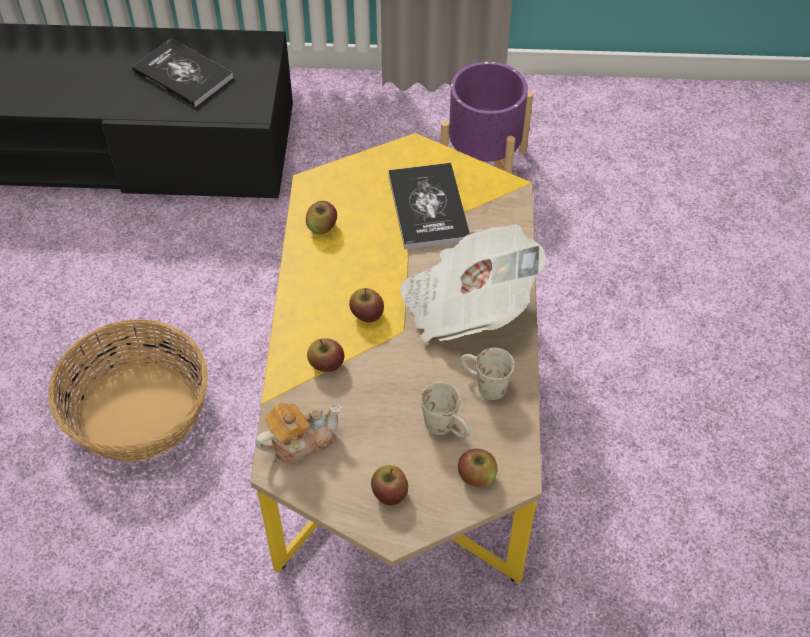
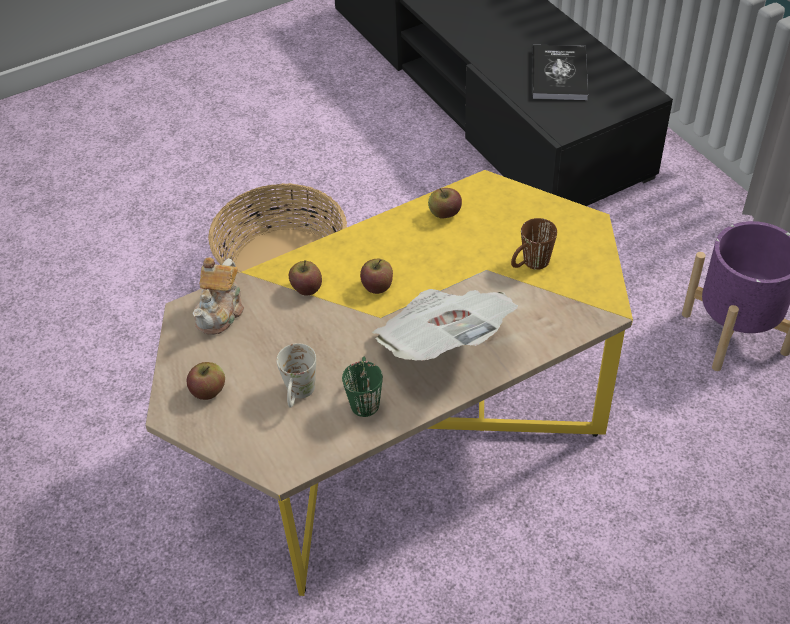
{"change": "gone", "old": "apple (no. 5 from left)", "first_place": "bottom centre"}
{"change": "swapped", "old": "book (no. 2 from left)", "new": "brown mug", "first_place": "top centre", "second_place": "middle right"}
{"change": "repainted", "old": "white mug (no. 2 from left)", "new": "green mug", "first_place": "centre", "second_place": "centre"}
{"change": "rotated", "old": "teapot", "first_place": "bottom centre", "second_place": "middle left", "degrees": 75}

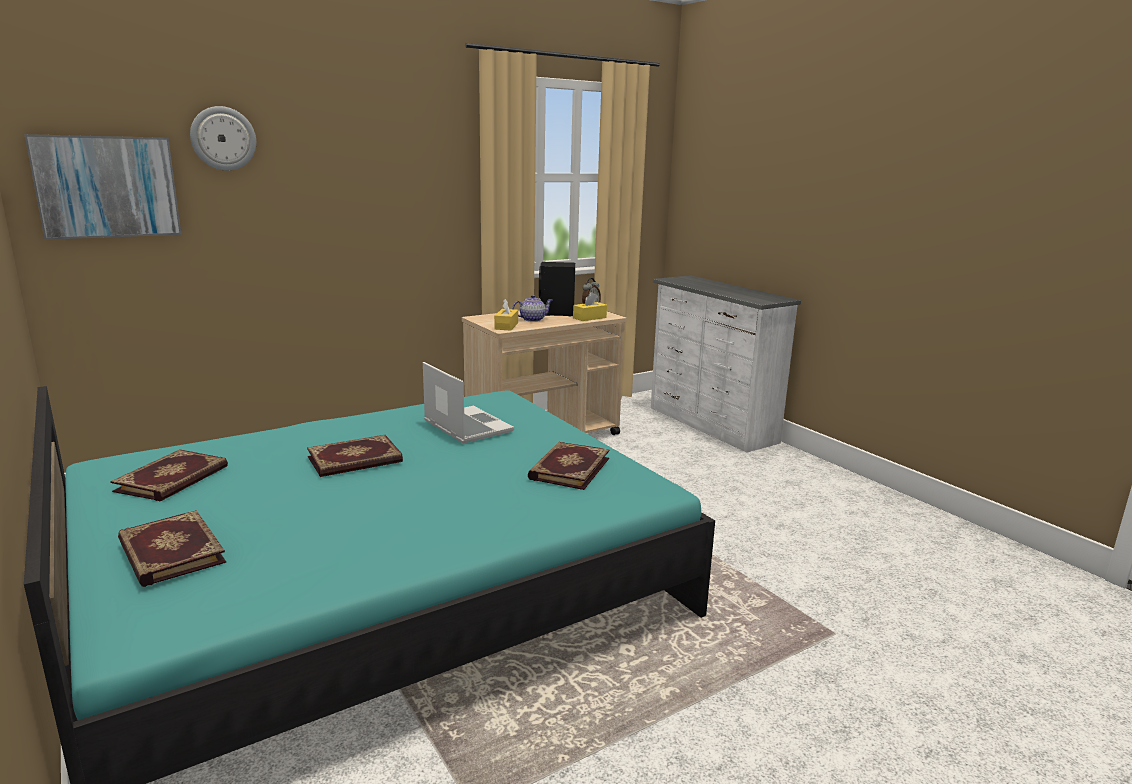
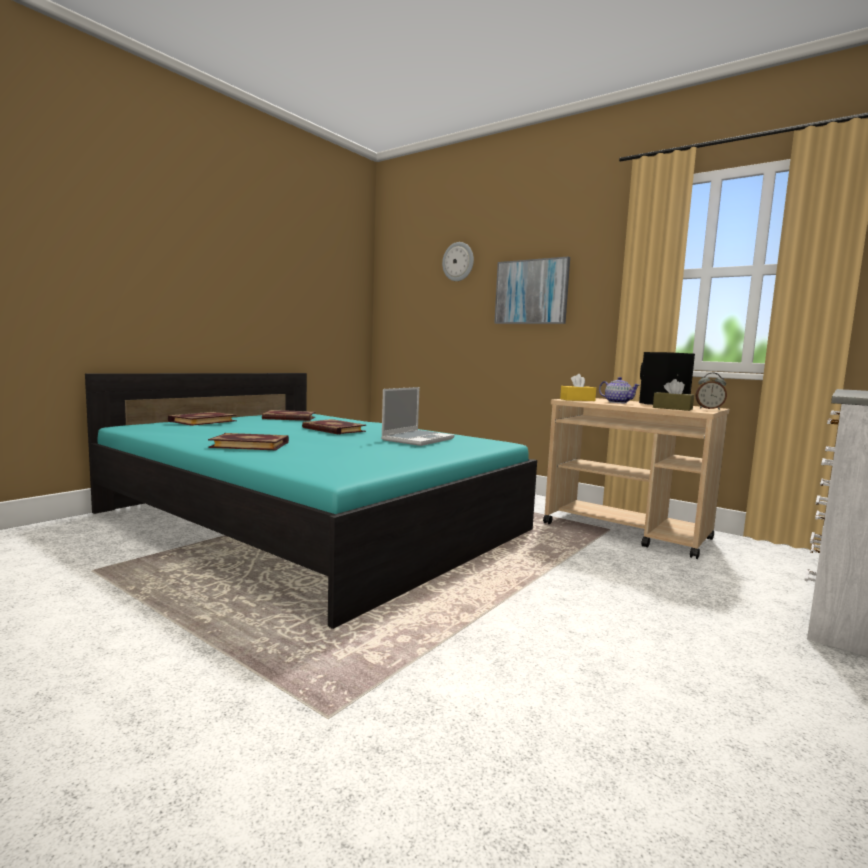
{"change": "shifted", "old": "picture", "first_place": "top left", "second_place": "centre"}
{"change": "shifted", "old": "book (no. 4 from left in the first image)", "new": "book (no. 2 from left)", "first_place": "centre", "second_place": "middle left"}
{"change": "repainted", "old": "yellow tissue box (no. 2 from left)", "new": "brown tissue box", "first_place": "centre", "second_place": "middle right"}

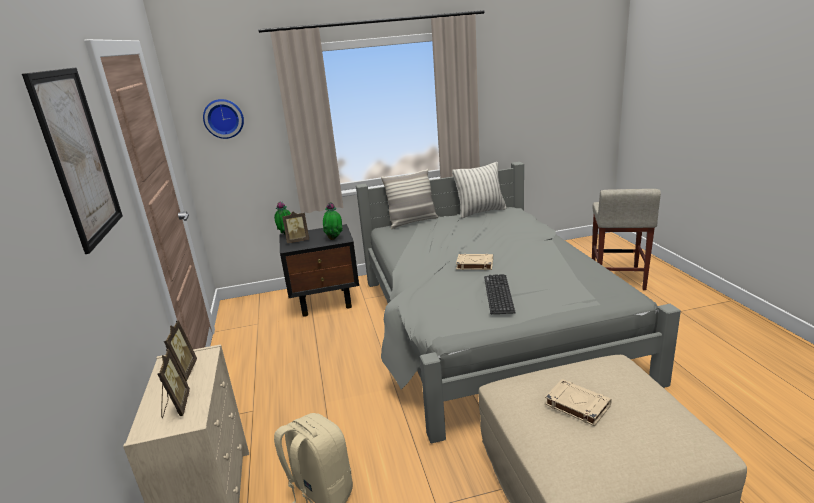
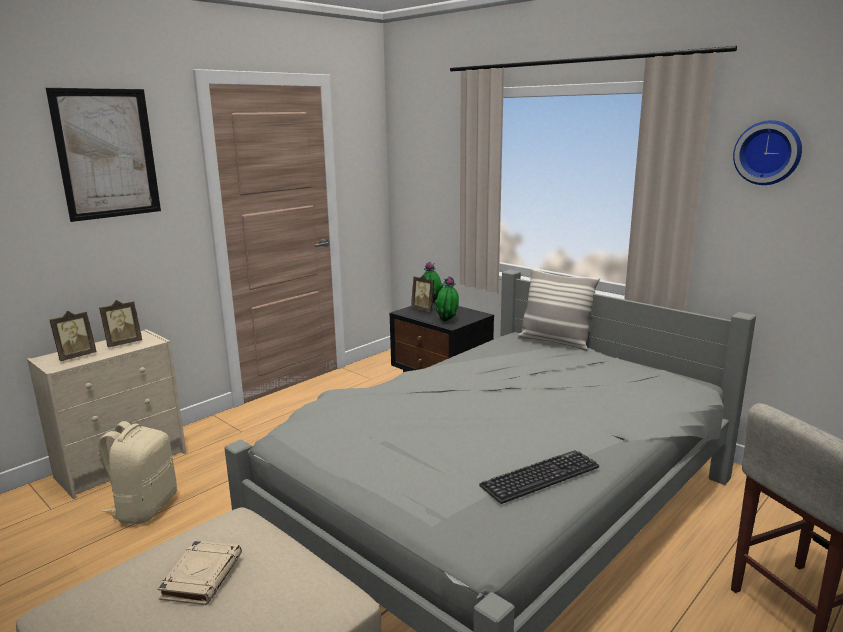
{"change": "gone", "old": "pillow (no. 2 from left)", "first_place": "centre"}
{"change": "gone", "old": "beige book (no. 1 from left)", "first_place": "centre"}
{"change": "shifted", "old": "wall clock", "first_place": "top left", "second_place": "top right"}
{"change": "shifted", "old": "keyboard", "first_place": "centre", "second_place": "bottom centre"}

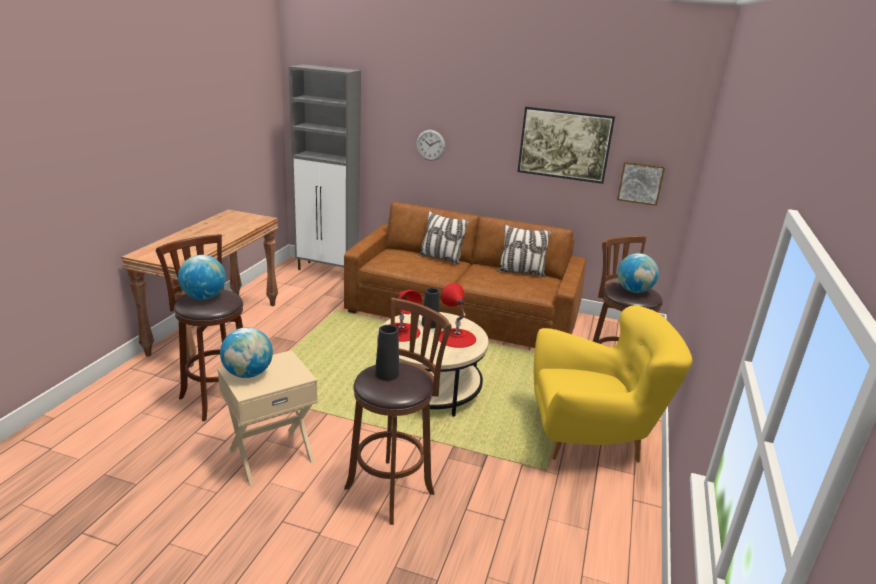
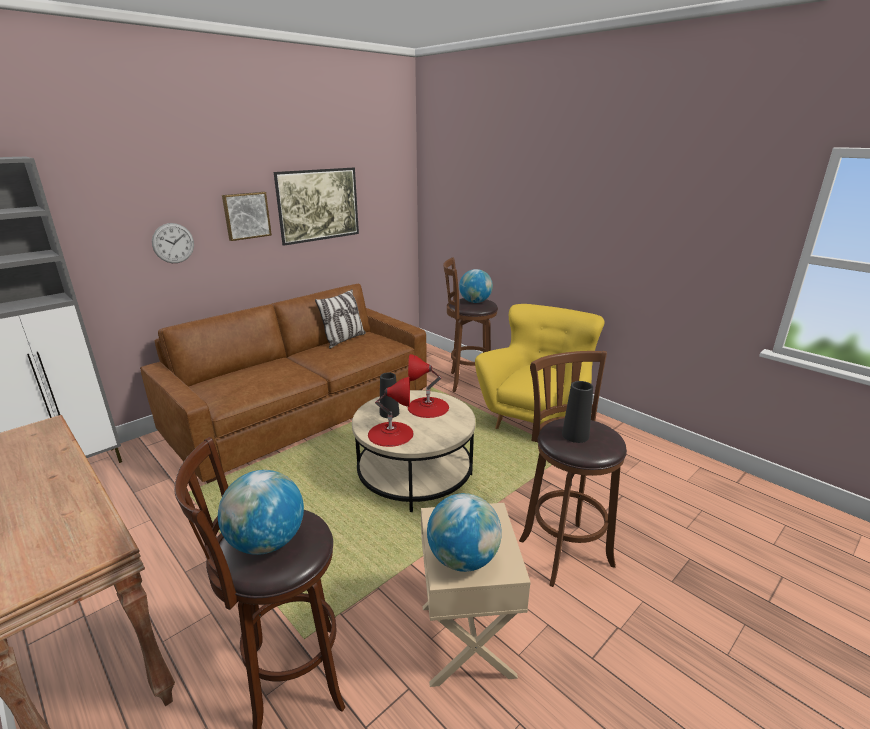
{"change": "gone", "old": "pillow (no. 1 from left)", "first_place": "centre"}
{"change": "shifted", "old": "picture (no. 2 from left in the first image)", "new": "picture (no. 1 from left)", "first_place": "top right", "second_place": "top left"}

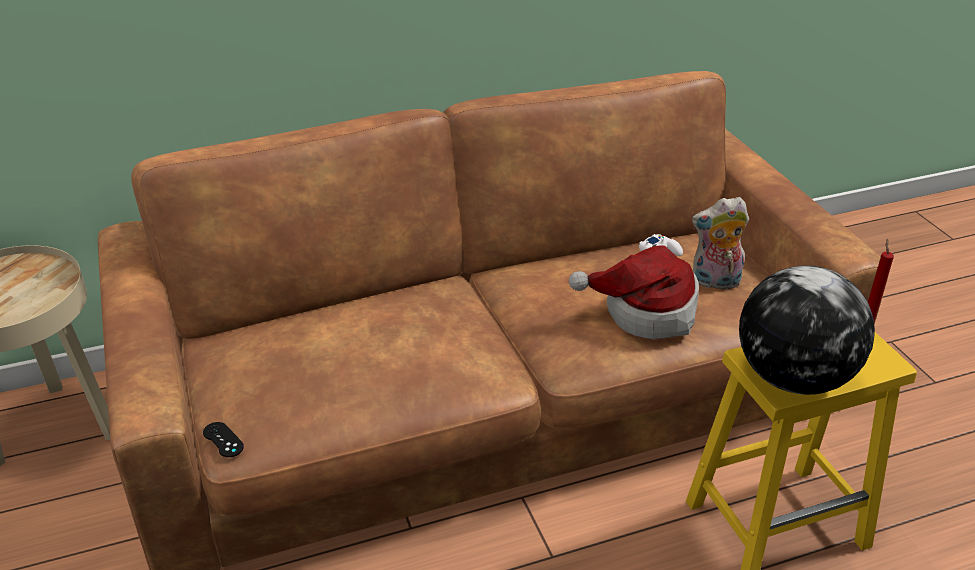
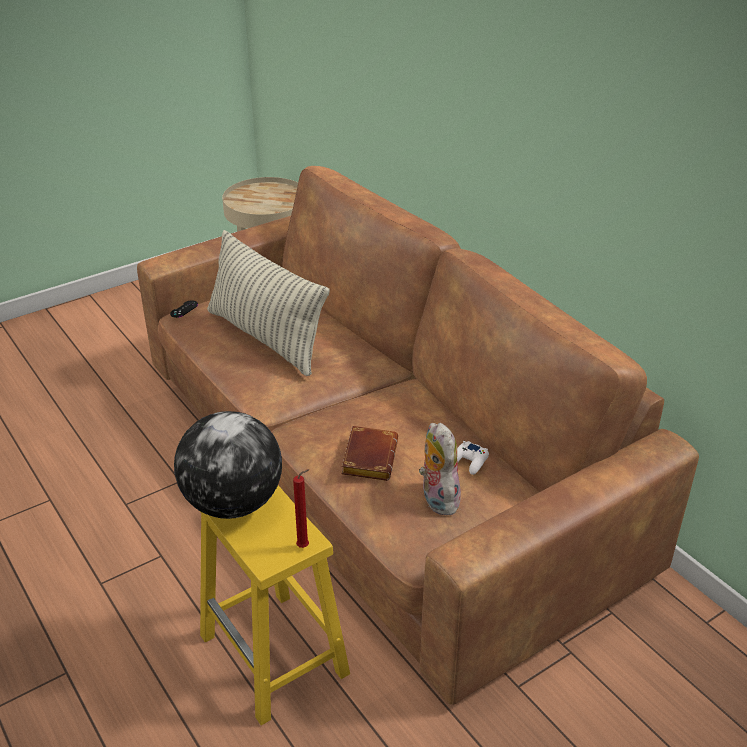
{"change": "new", "new": "pillow", "second_place": "centre"}
{"change": "swapped", "old": "hat", "new": "brown book", "first_place": "centre", "second_place": "centre"}

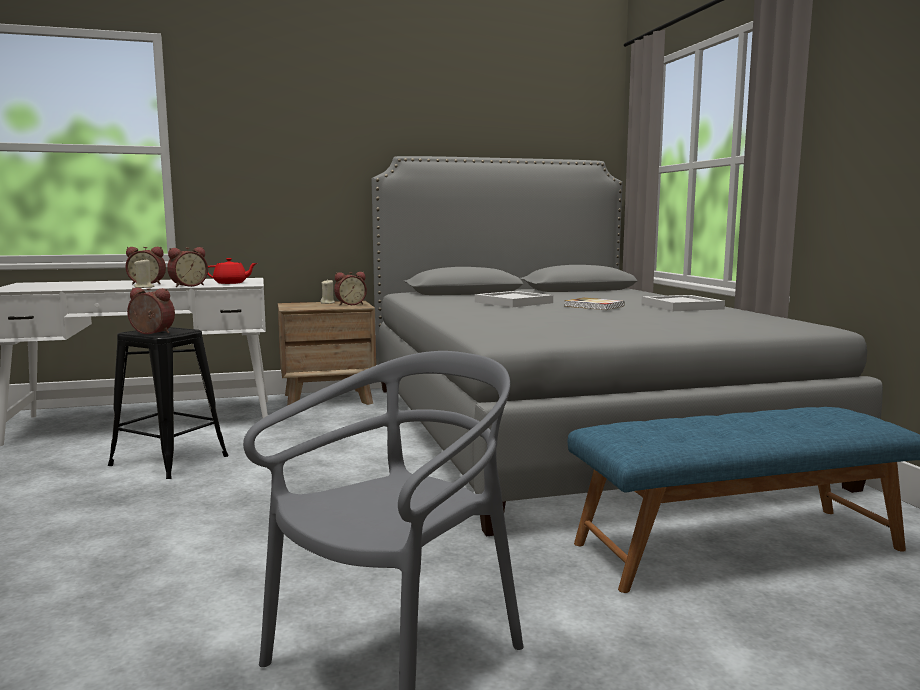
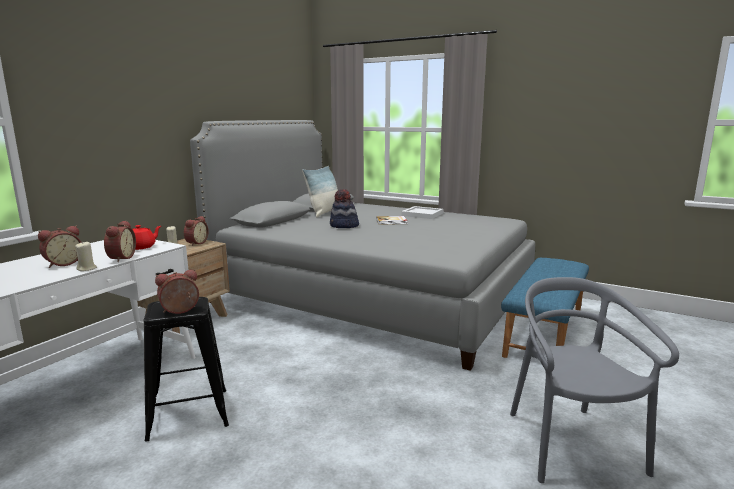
{"change": "new", "new": "pillow", "second_place": "centre"}
{"change": "swapped", "old": "white tray (no. 1 from left)", "new": "hat", "first_place": "centre", "second_place": "centre"}

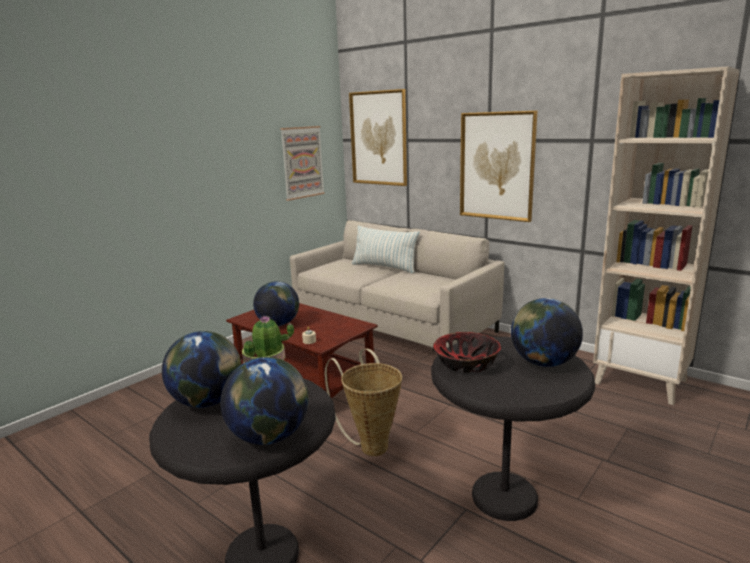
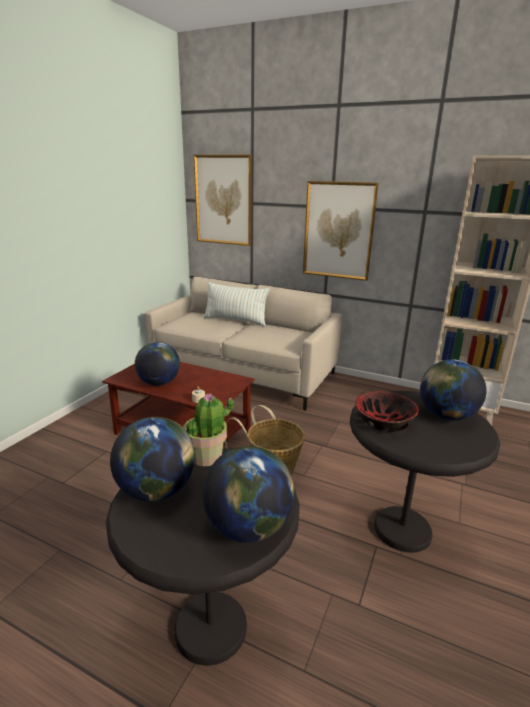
{"change": "gone", "old": "picture (no. 1 from left)", "first_place": "top centre"}

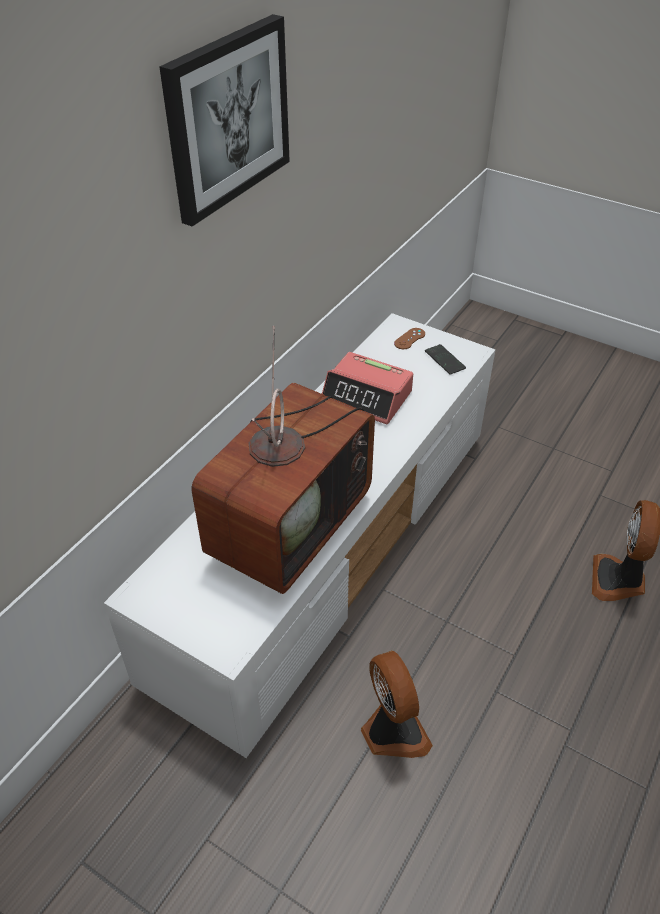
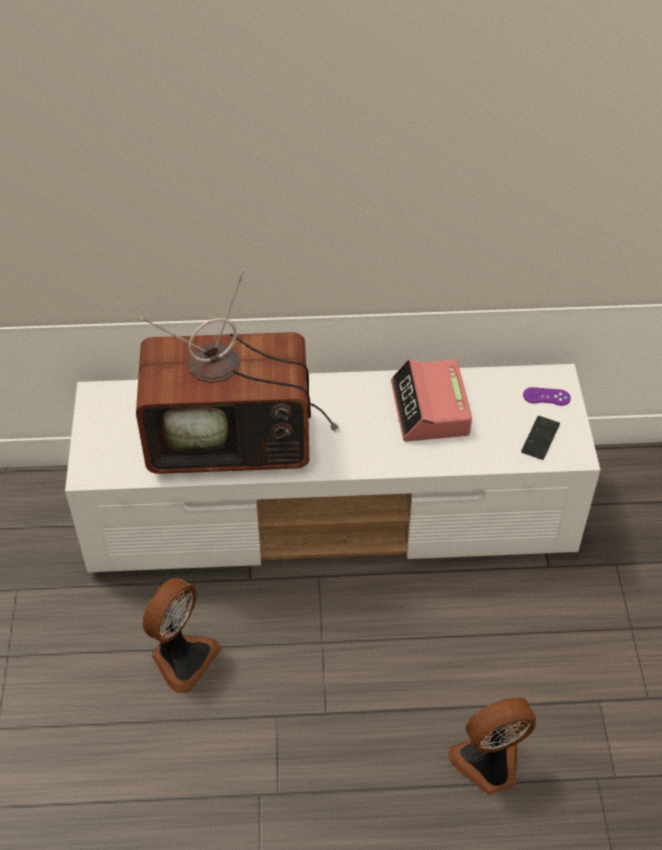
{"change": "gone", "old": "picture", "first_place": "top centre"}
{"change": "repainted", "old": "brown game controller", "new": "purple game controller", "first_place": "centre", "second_place": "middle right"}

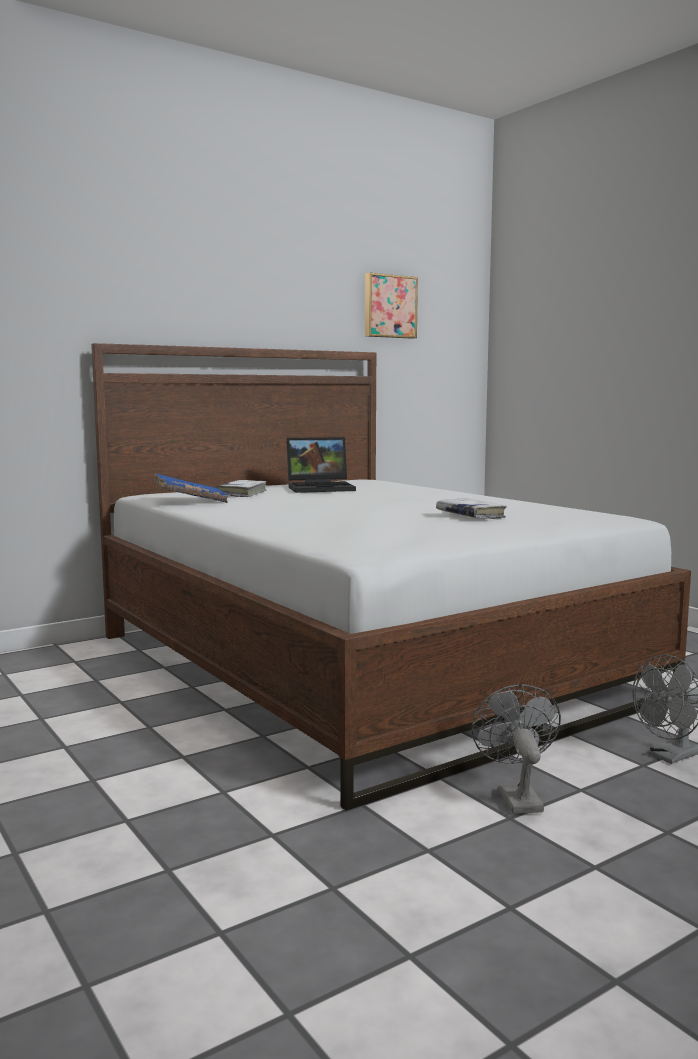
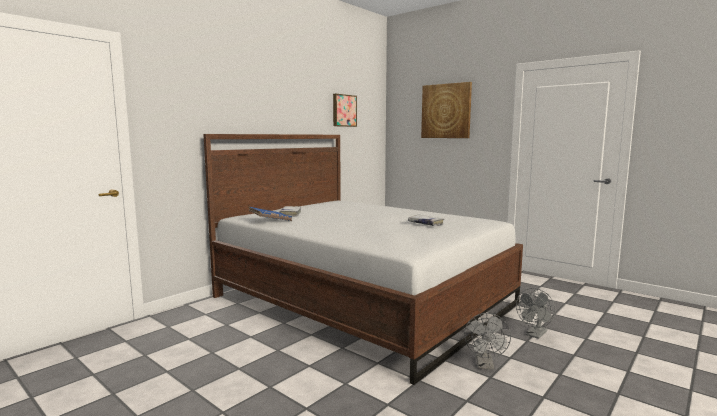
{"change": "gone", "old": "laptop", "first_place": "centre"}
{"change": "new", "new": "picture (no. 2 from left)", "second_place": "top centre"}
{"change": "rotated", "old": "grey fan (no. 1 from left)", "first_place": "bottom right", "second_place": "bottom right", "degrees": -150}

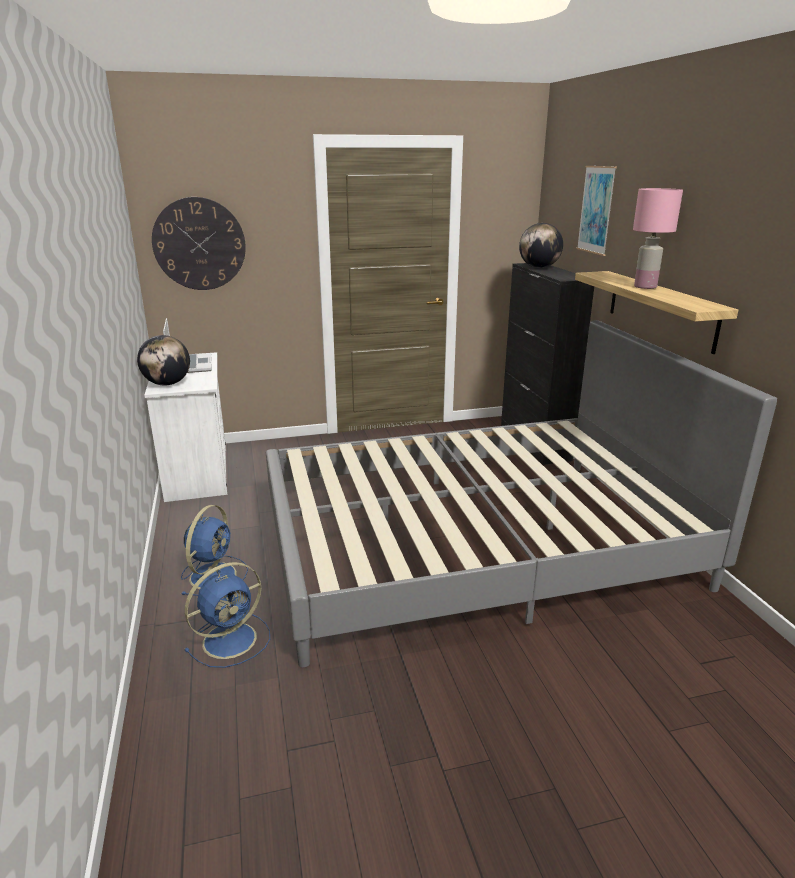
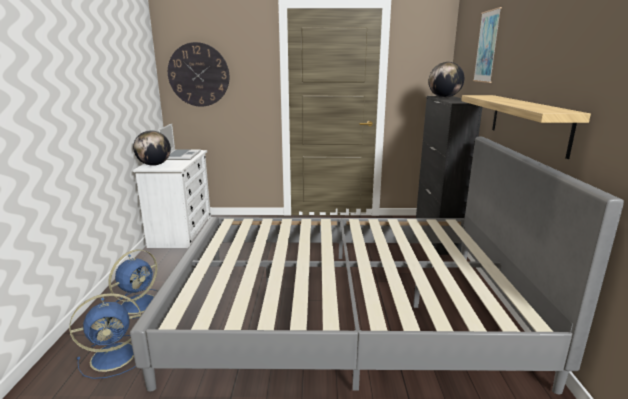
{"change": "gone", "old": "pink table lamp", "first_place": "top right"}

